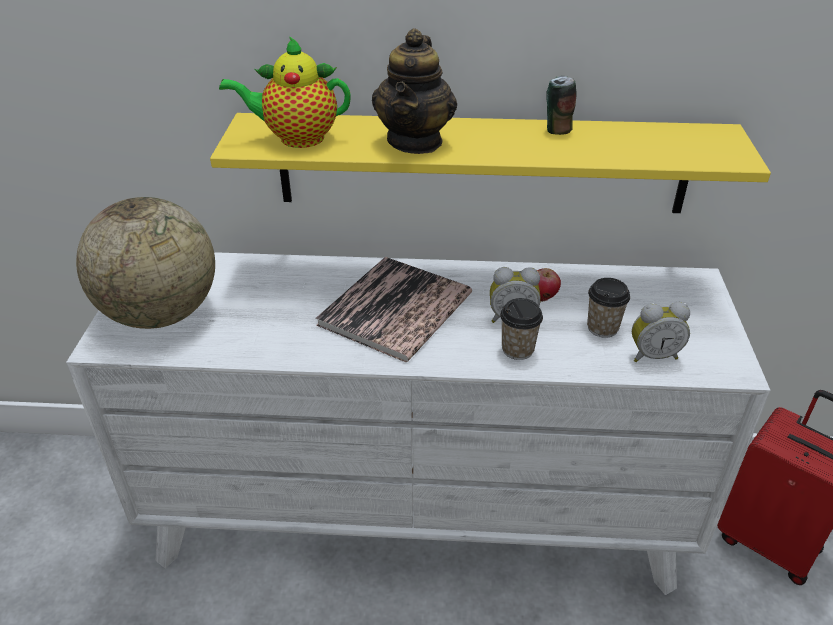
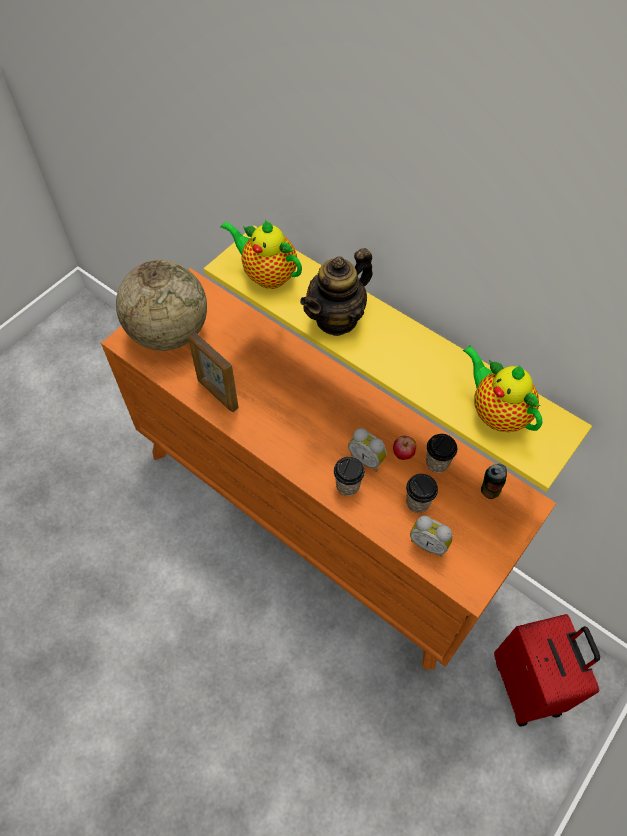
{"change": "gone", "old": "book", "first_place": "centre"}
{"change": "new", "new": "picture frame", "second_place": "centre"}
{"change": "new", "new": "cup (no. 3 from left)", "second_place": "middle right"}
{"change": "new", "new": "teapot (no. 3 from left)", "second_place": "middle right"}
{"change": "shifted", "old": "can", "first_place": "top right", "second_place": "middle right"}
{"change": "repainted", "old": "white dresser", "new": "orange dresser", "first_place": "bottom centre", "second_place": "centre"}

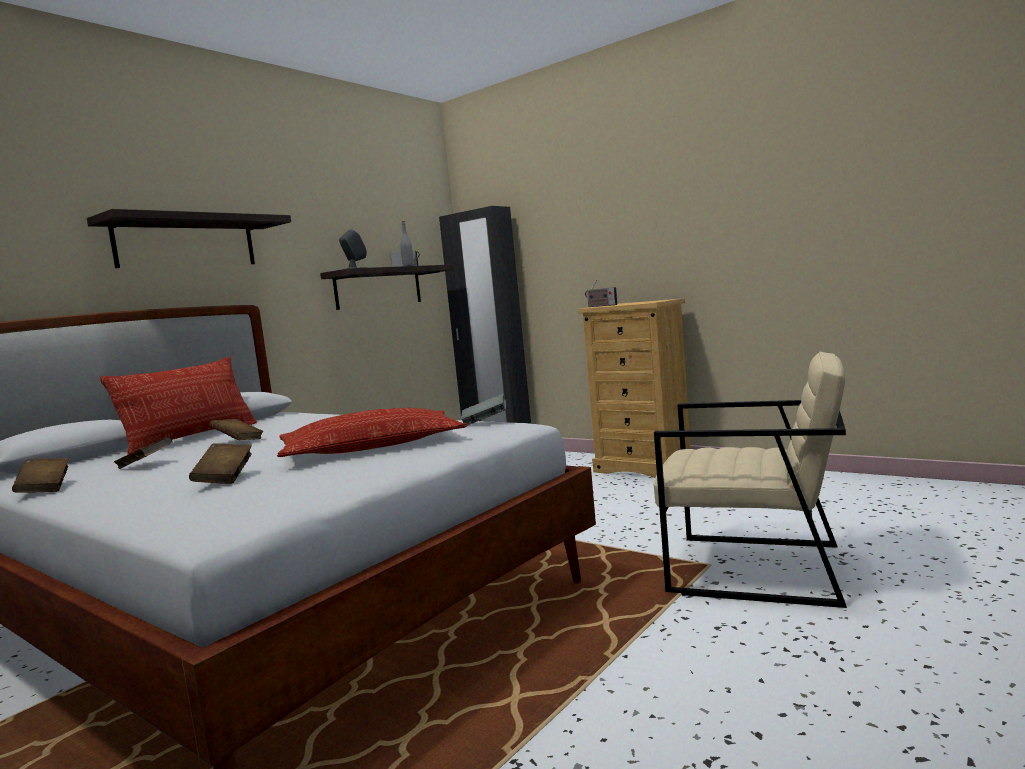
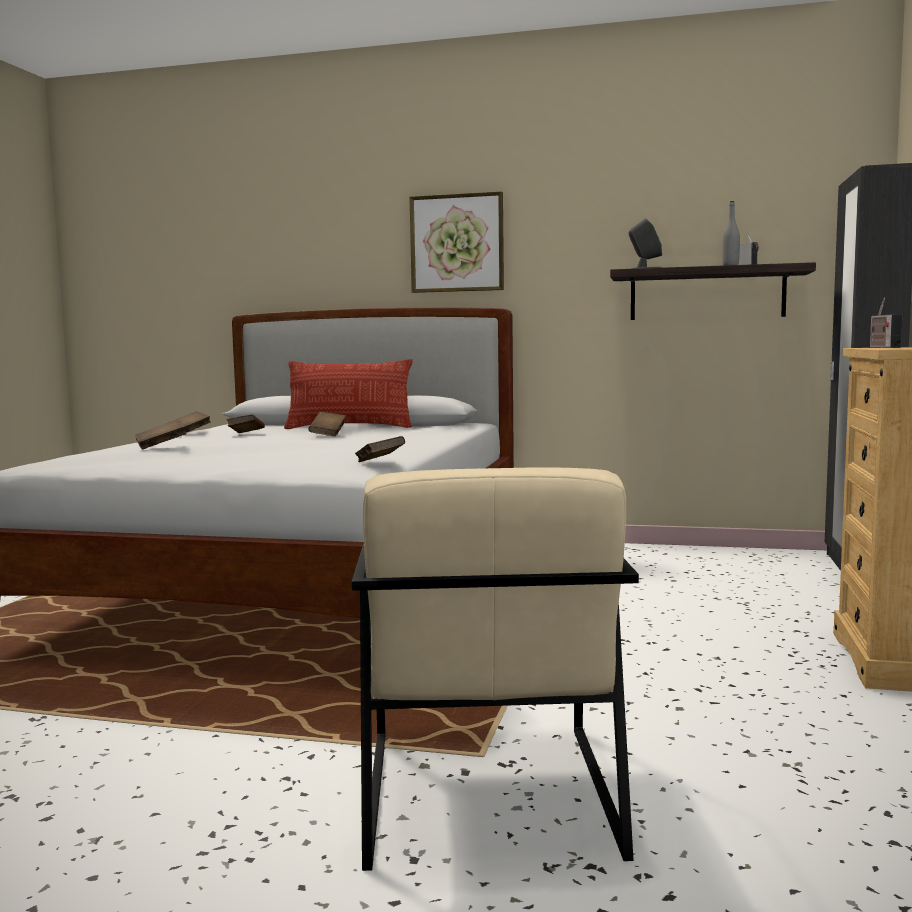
{"change": "gone", "old": "pillow (no. 2 from left)", "first_place": "centre"}
{"change": "swapped", "old": "shelf (no. 1 from left)", "new": "picture", "first_place": "top left", "second_place": "top centre"}
{"change": "repainted", "old": "grey book", "new": "brown book (no. 5 from left)", "first_place": "centre", "second_place": "centre"}

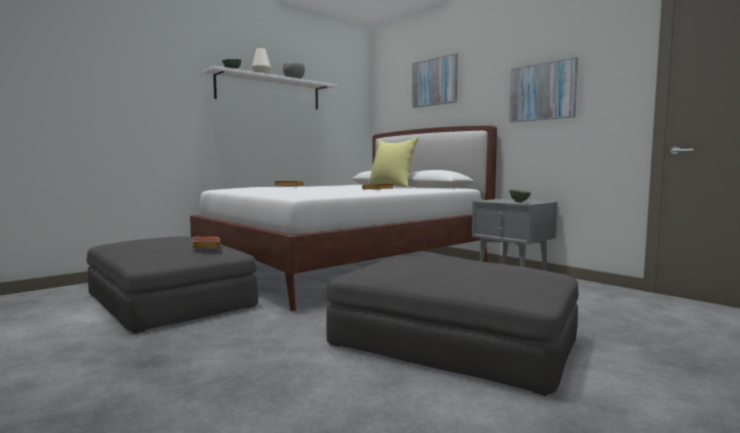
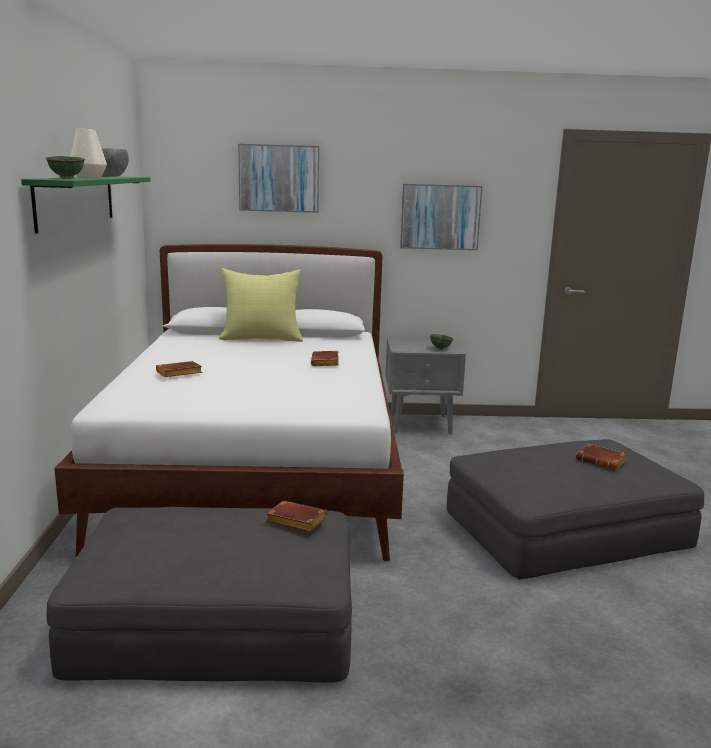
{"change": "new", "new": "brown book (no. 4 from left)", "second_place": "middle right"}
{"change": "repainted", "old": "white shelf", "new": "green shelf", "first_place": "top centre", "second_place": "top left"}

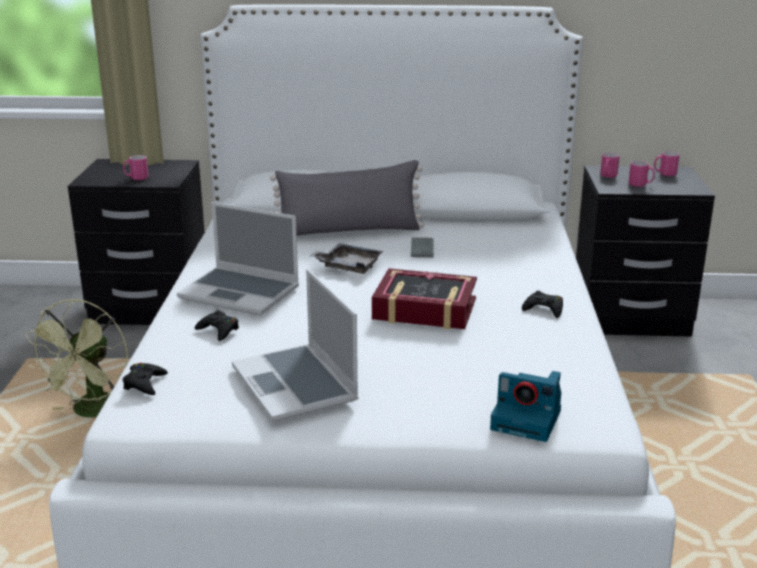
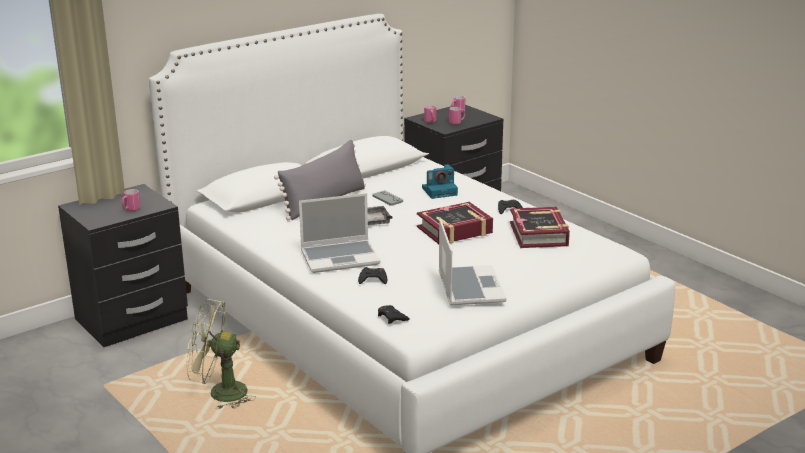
{"change": "new", "new": "book (no. 2 from left)", "second_place": "middle right"}
{"change": "shifted", "old": "photo camera", "first_place": "bottom right", "second_place": "centre"}
{"change": "rotated", "old": "green fan", "first_place": "middle left", "second_place": "bottom left", "degrees": 120}
{"change": "rotated", "old": "laptop (no. 2 from left)", "first_place": "centre", "second_place": "centre", "degrees": -120}

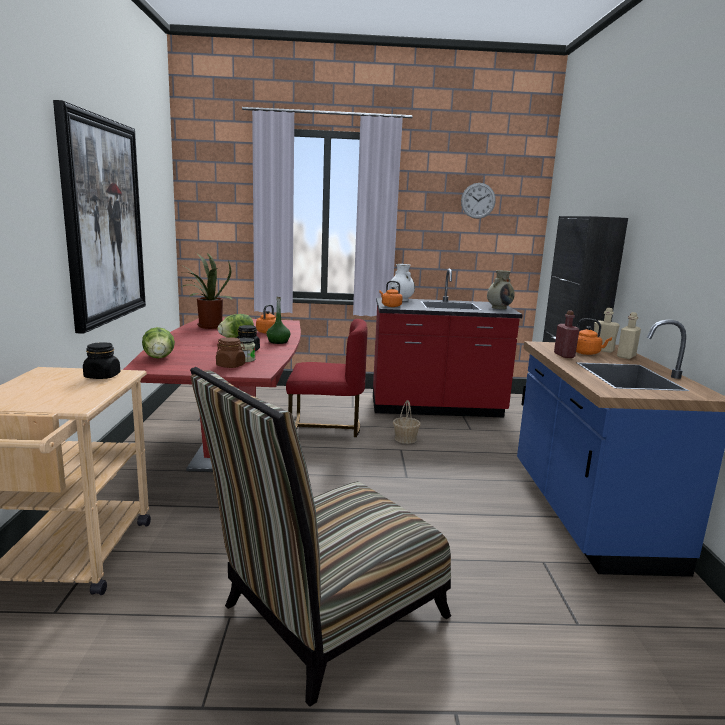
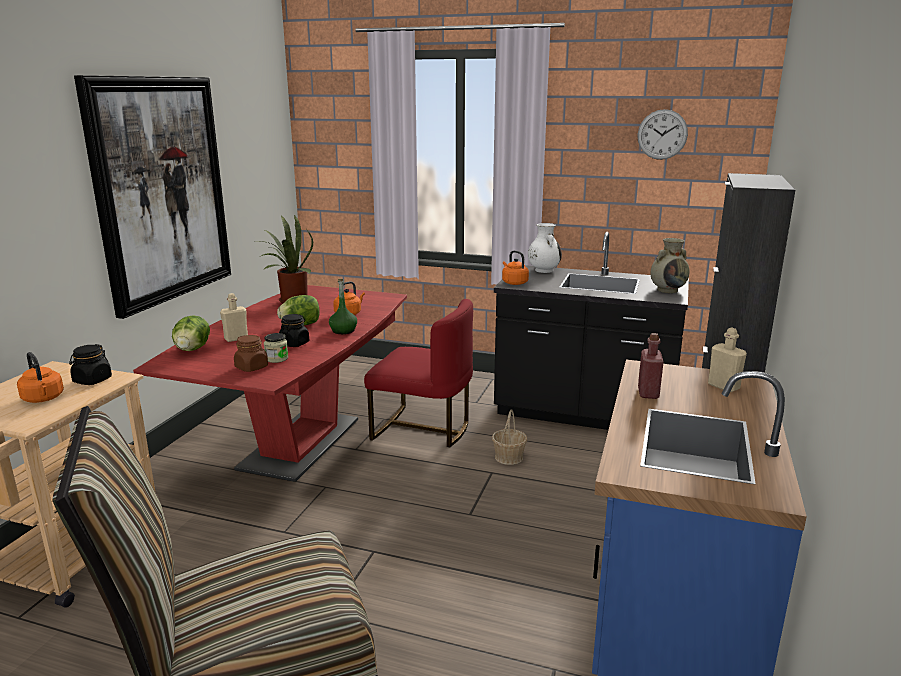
{"change": "shifted", "old": "orange kettle (no. 3 from left in the first image)", "new": "orange kettle (no. 1 from left)", "first_place": "middle right", "second_place": "middle left"}
{"change": "shifted", "old": "beige bottle (no. 2 from left in the first image)", "new": "beige bottle (no. 1 from left)", "first_place": "middle right", "second_place": "middle left"}
{"change": "repainted", "old": "red counter", "new": "black counter", "first_place": "centre", "second_place": "centre"}

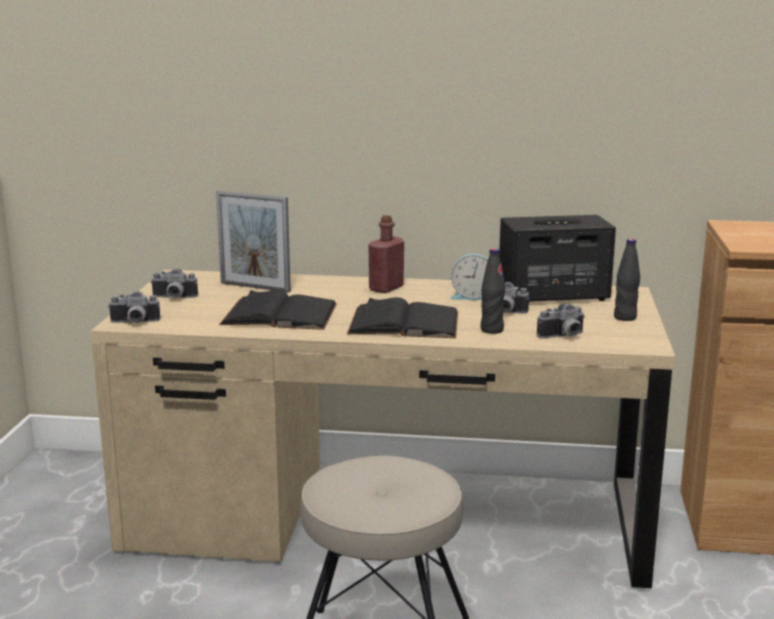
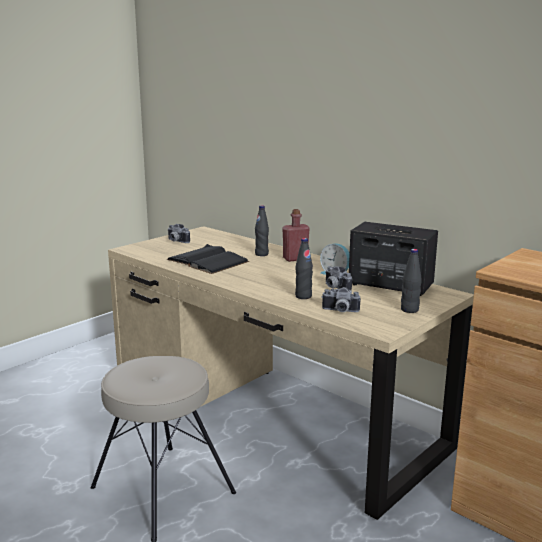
{"change": "gone", "old": "photo camera (no. 1 from left)", "first_place": "middle left"}
{"change": "gone", "old": "picture frame", "first_place": "middle left"}
{"change": "gone", "old": "black book (no. 2 from left)", "first_place": "centre"}
{"change": "new", "new": "black bottle (no. 1 from left)", "second_place": "centre"}

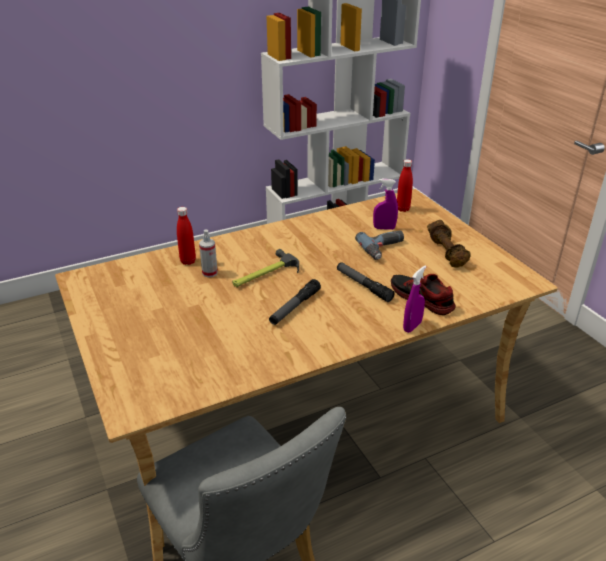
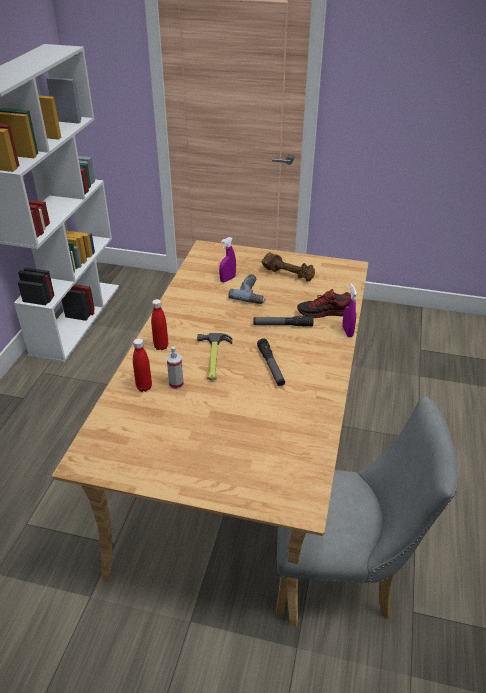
{"change": "shifted", "old": "red bottle (no. 2 from left)", "first_place": "top right", "second_place": "middle left"}

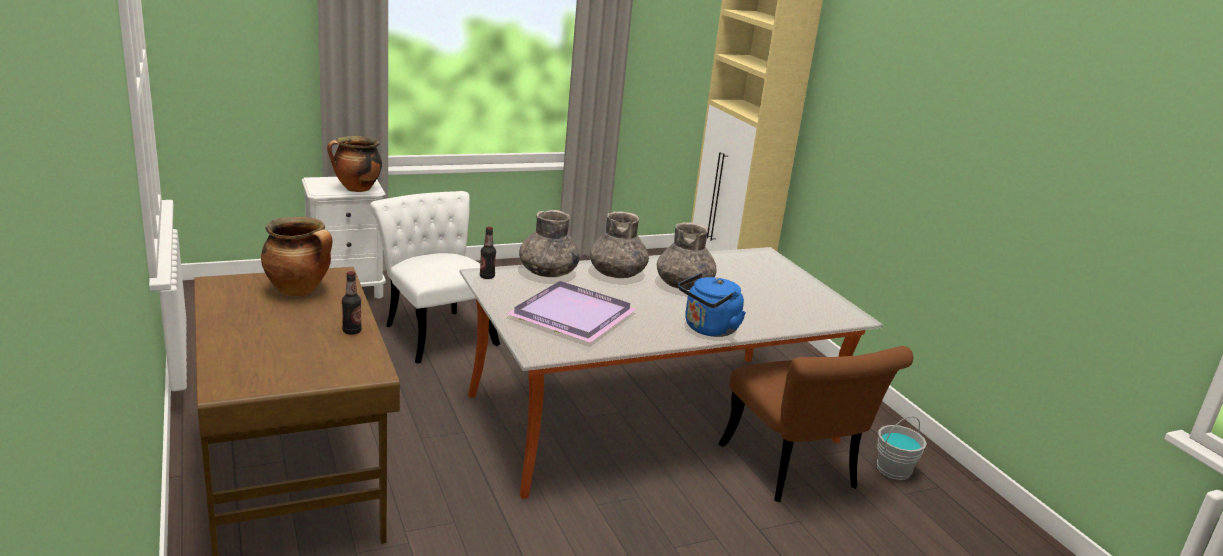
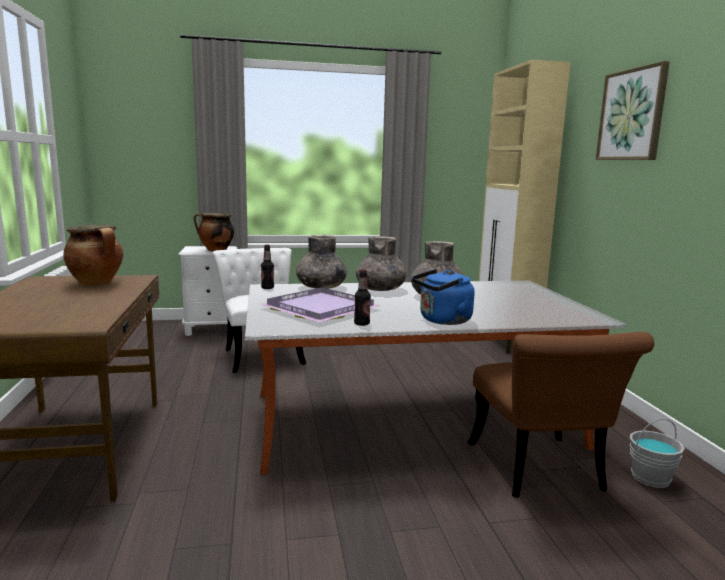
{"change": "new", "new": "picture", "second_place": "top right"}
{"change": "shifted", "old": "bottle (no. 1 from left in the first image)", "new": "bottle (no. 2 from left)", "first_place": "middle left", "second_place": "centre"}

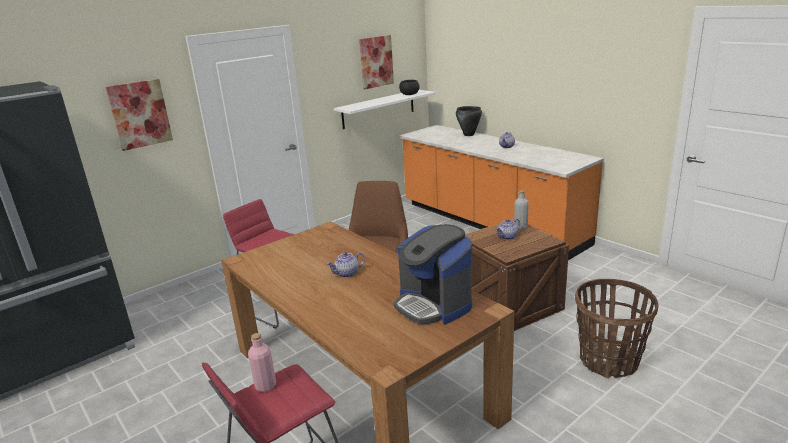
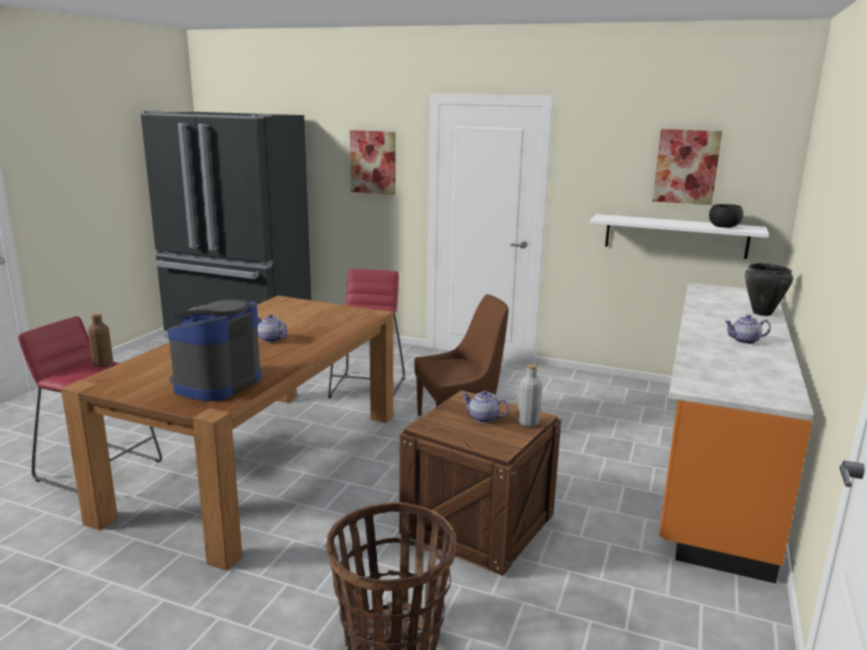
{"change": "repainted", "old": "pink bottle", "new": "brown bottle", "first_place": "bottom left", "second_place": "middle left"}

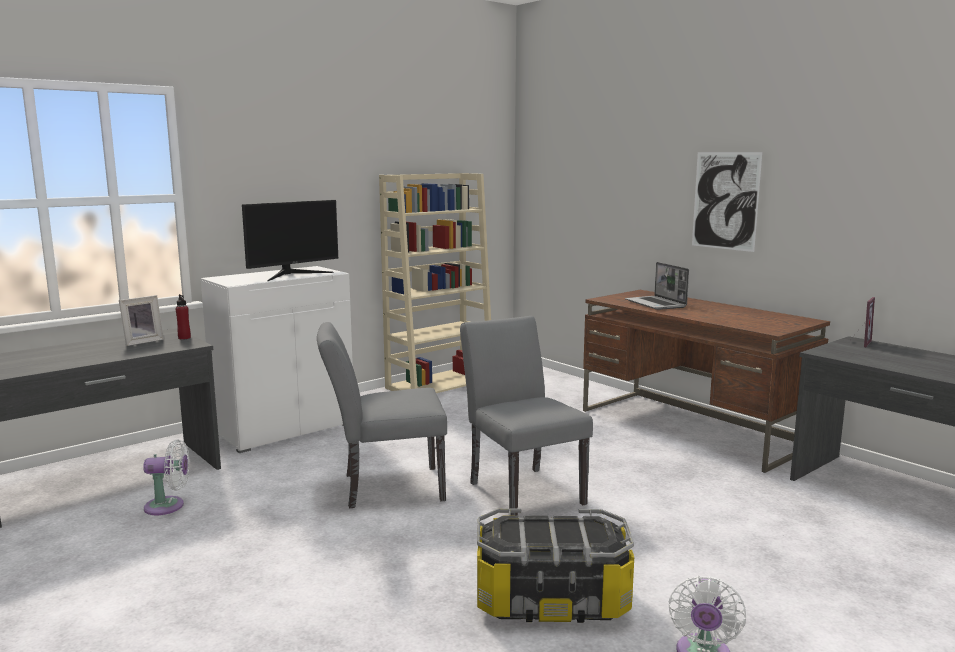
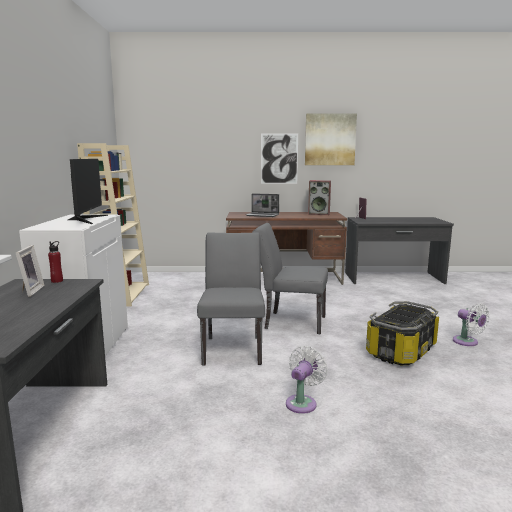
{"change": "new", "new": "picture (no. 2 from left)", "second_place": "top centre"}
{"change": "new", "new": "speaker", "second_place": "centre"}
{"change": "shifted", "old": "white fan (no. 1 from left)", "first_place": "bottom left", "second_place": "bottom centre"}
{"change": "rotated", "old": "grey chair (no. 1 from left)", "first_place": "centre", "second_place": "centre", "degrees": 150}

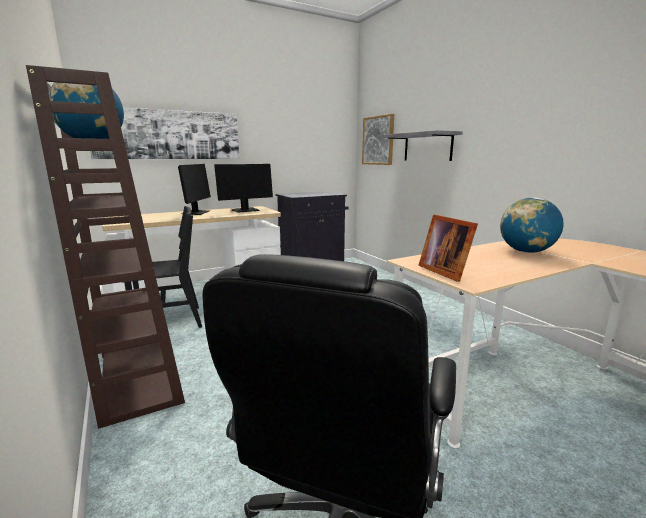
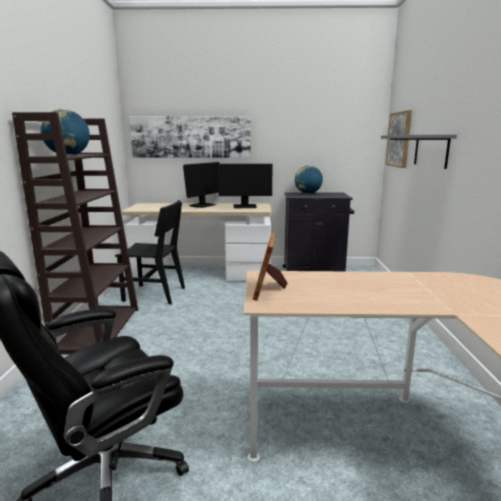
{"change": "shifted", "old": "globe (no. 2 from left)", "first_place": "middle right", "second_place": "centre"}

